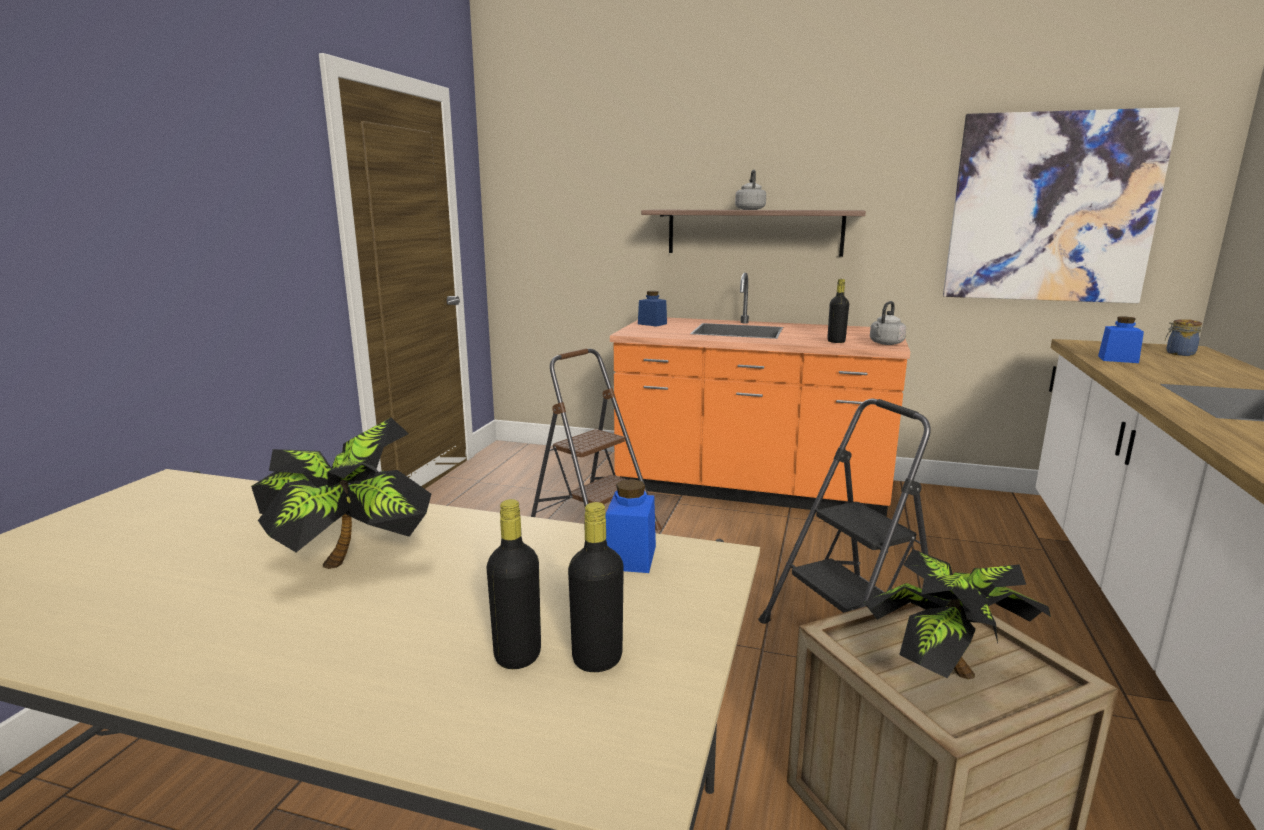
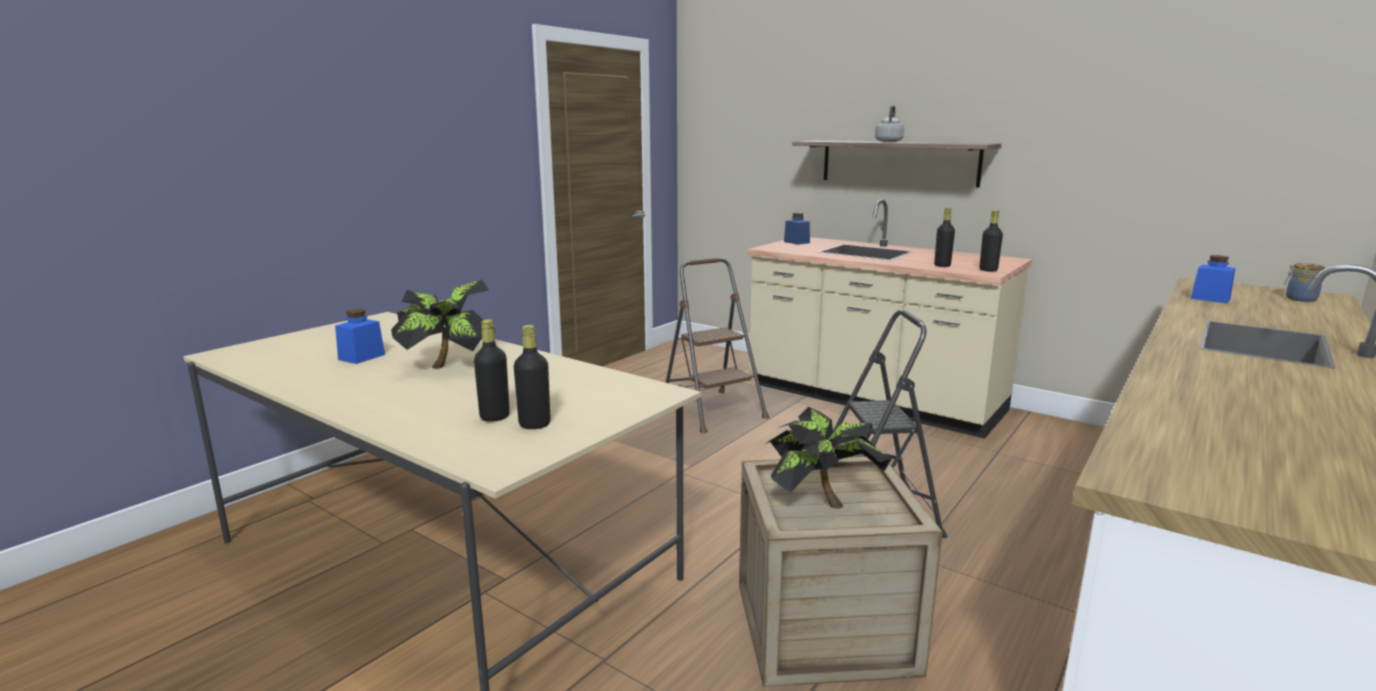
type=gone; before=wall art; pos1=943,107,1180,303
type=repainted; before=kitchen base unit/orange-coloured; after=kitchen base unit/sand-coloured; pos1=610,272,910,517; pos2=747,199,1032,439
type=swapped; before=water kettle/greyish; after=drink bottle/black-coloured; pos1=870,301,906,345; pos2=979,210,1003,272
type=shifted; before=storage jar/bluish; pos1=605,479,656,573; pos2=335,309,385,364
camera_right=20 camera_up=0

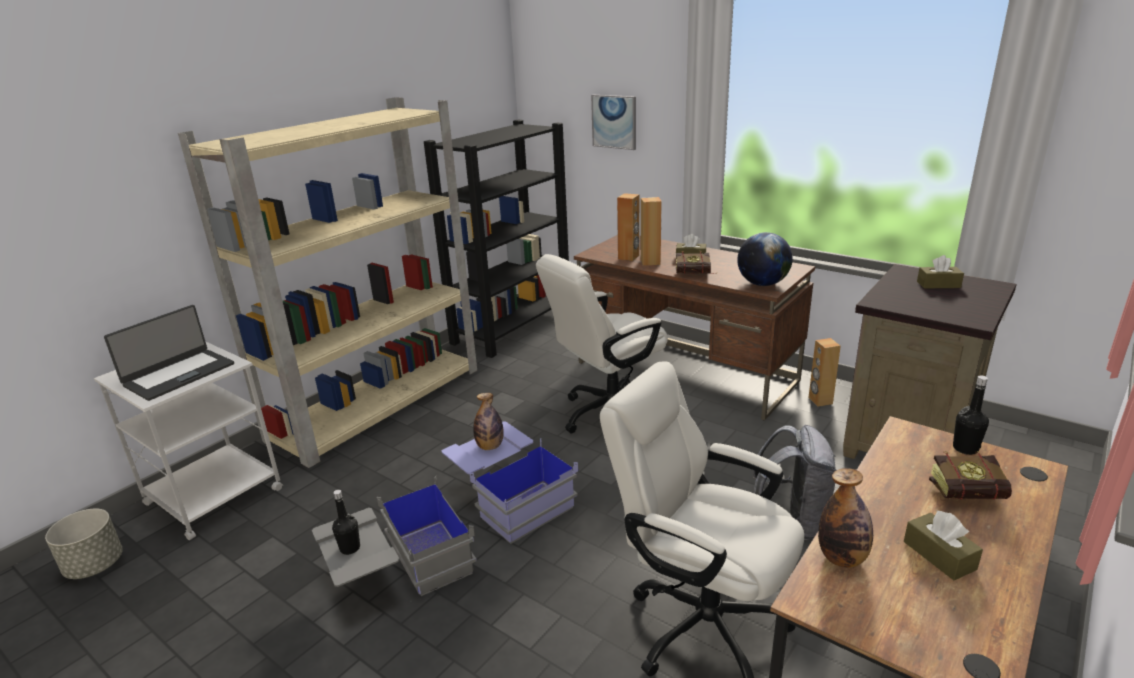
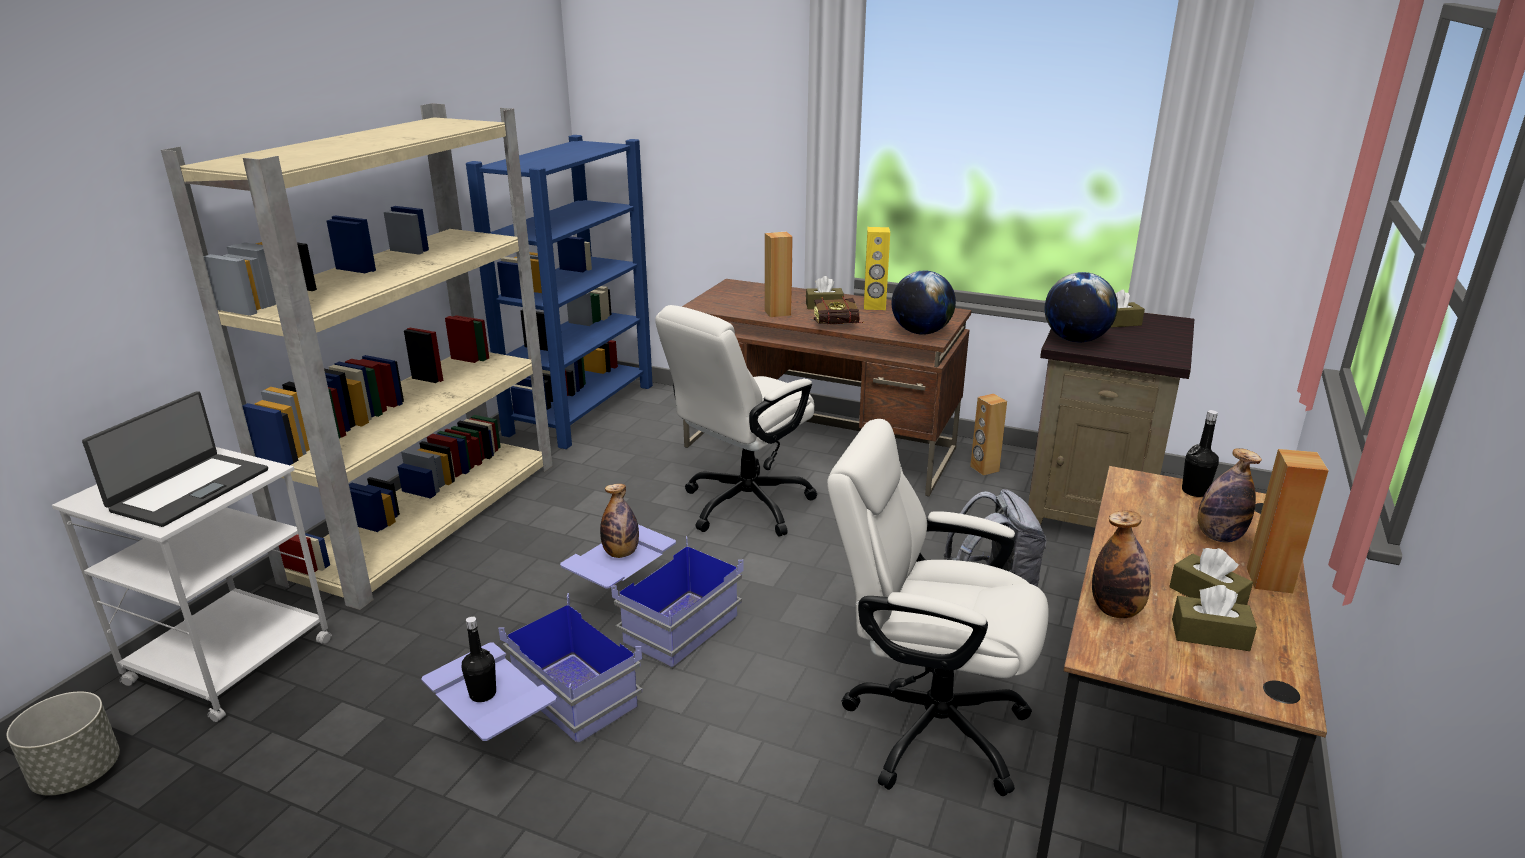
type=gone; before=wall art; pos1=591,95,636,150
type=repainted; before=shelving unit/black-coloured; after=shelving unit/bluish; pos1=424,120,569,358; pos2=466,135,653,449
type=shifted; before=speaker/brown-coloured; pos1=617,193,639,261; pos2=1247,449,1329,593
type=swapped; before=volume; after=drink bottle; pos1=929,451,1012,499; pos2=1198,448,1262,543
type=repainted; before=storage bin/greyish; after=storage bin/bluish; pos1=312,475,477,596; pos2=421,593,643,745
type=new; after=speaker/yellowish; pos2=864,227,890,310
type=new; after=world globe; pos2=1045,272,1118,342
type=new; after=tissue box/brown-coloured; pos2=1172,585,1257,651
camera_right=-15 camera_up=0

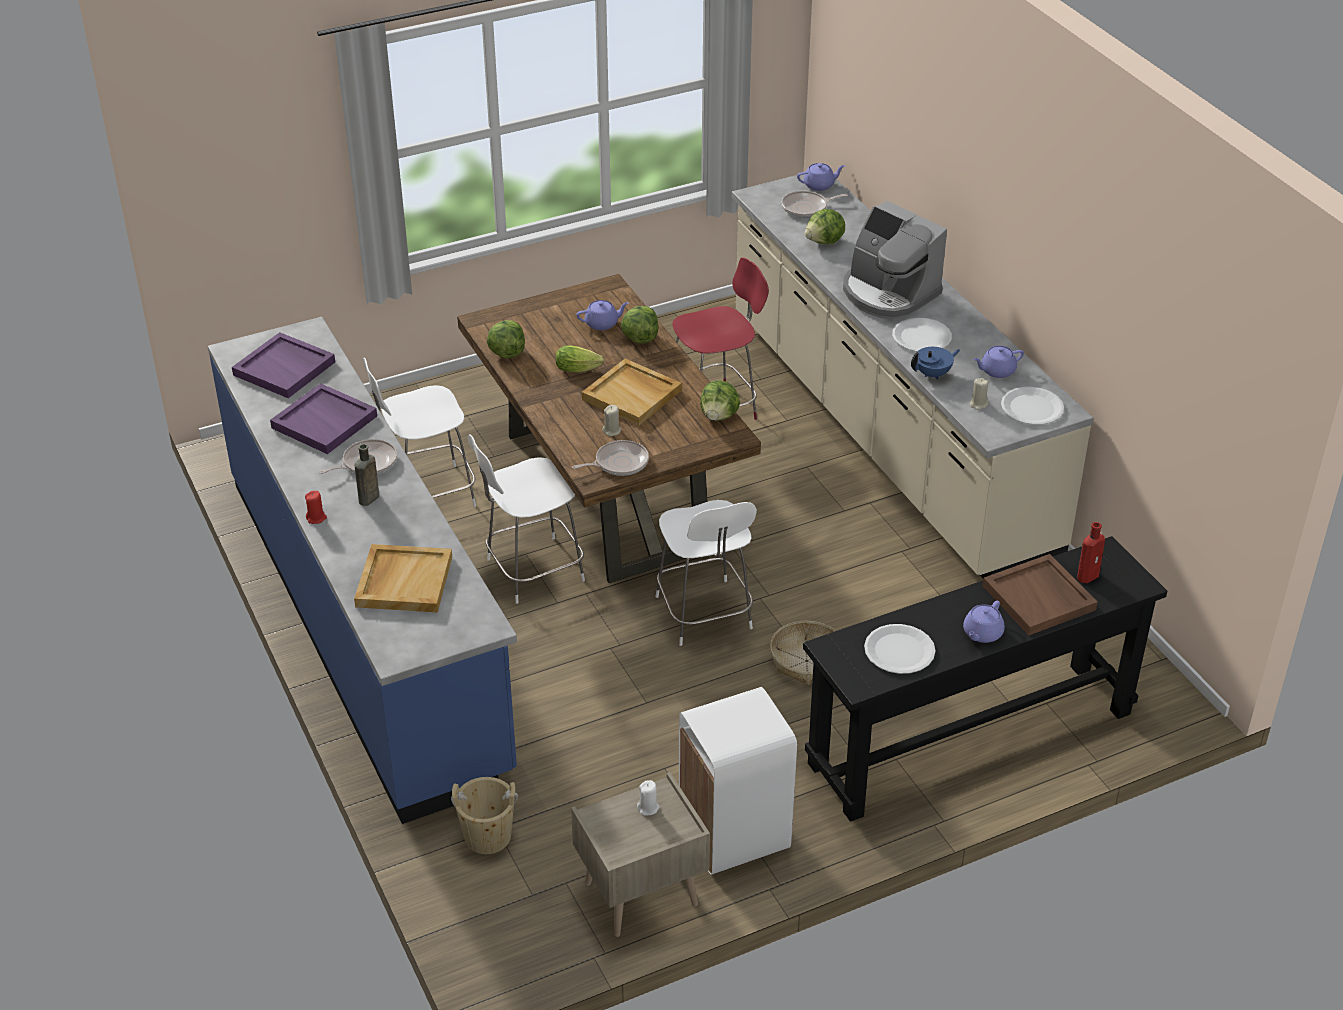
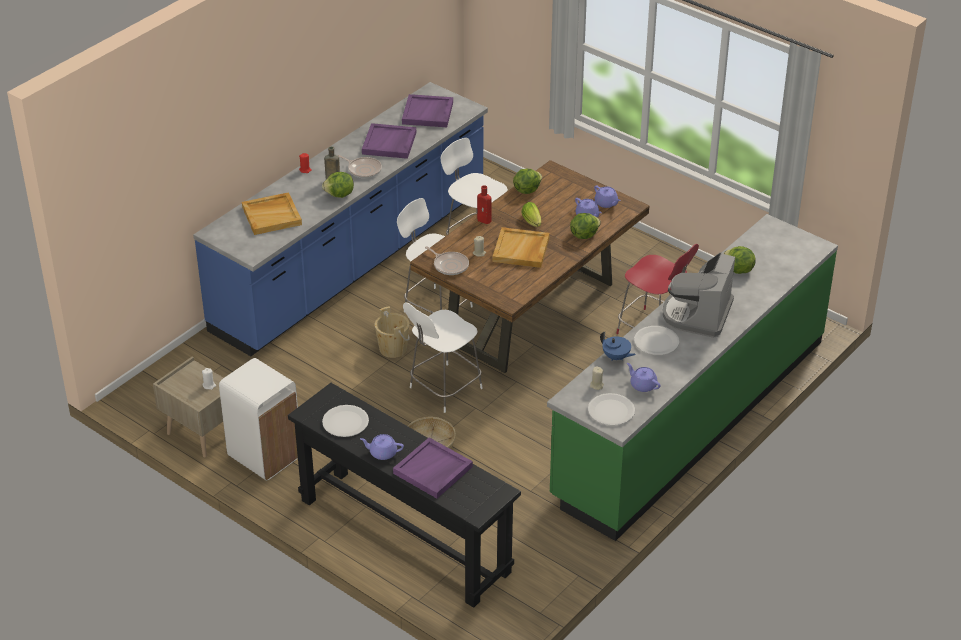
type=shifted; before=tea pot/purple; pos1=797,163,845,191; pos2=594,185,621,208
type=repainted; before=kitchen base unit/sand-coloured; after=kitchen base unit/green-coloured; pos1=732,174,1093,578; pos2=547,214,838,541
type=gone; before=skillet; pos1=782,191,848,218
type=shifted; before=lettuce; pos1=700,381,740,421; pos2=322,172,354,198
type=shifted; before=drink bottle/red-coloured; pos1=1077,522,1105,583; pos2=477,185,492,224
type=repainted; before=carrying tray/brown-coloured; after=carrying tray/purple; pos1=982,554,1098,635; pos2=393,438,473,498
type=shifted; before=pail/sand-coloured; pos1=451,777,518,854; pos2=375,306,410,358
camera_right=65 camera_up=0

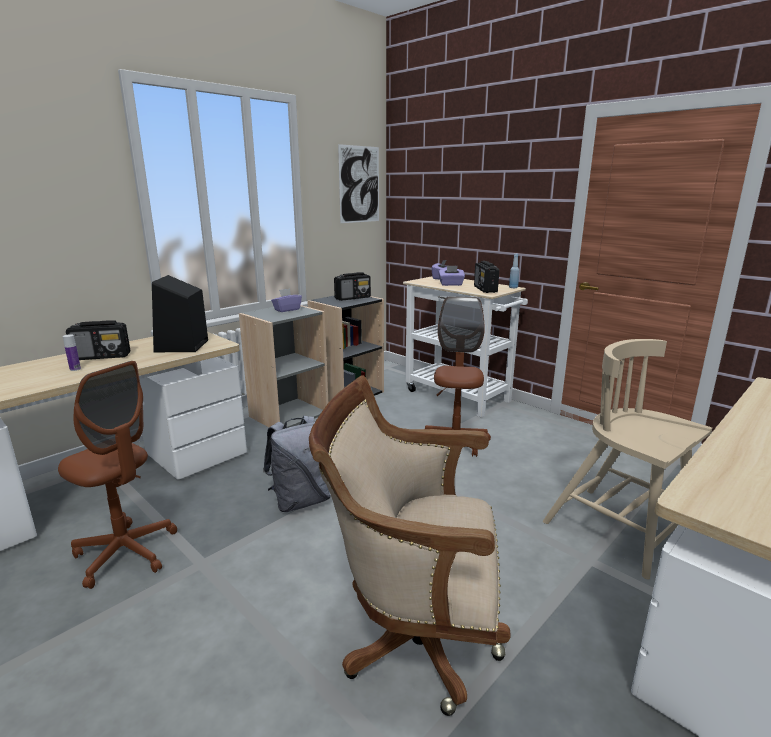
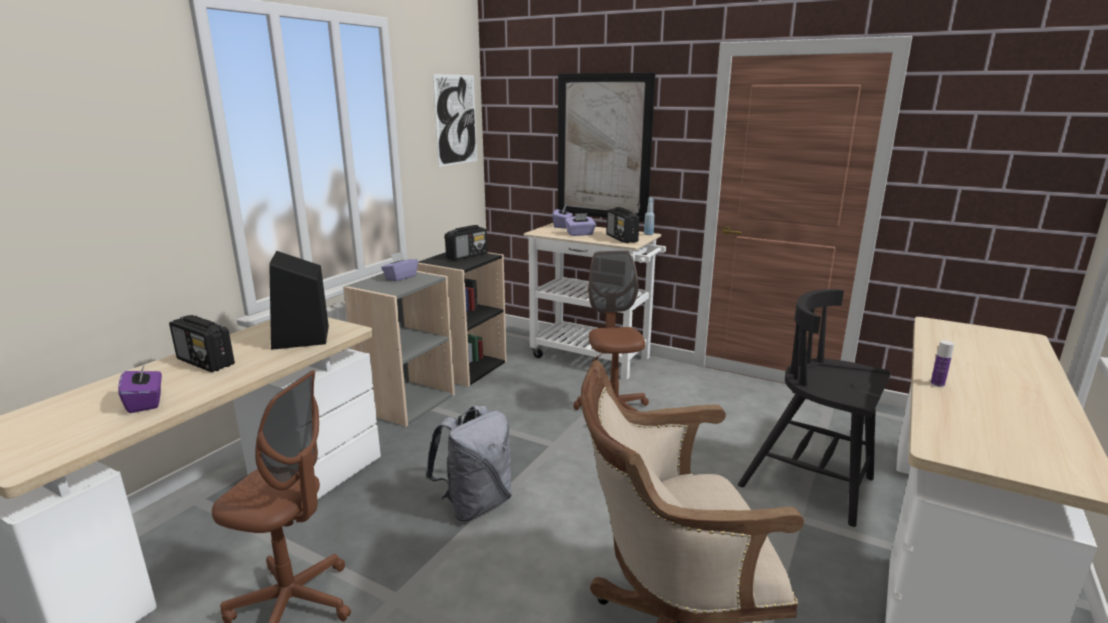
type=rotated; before=radio set; pos1=66,320,130,360; pos2=169,315,235,372; turn=60
type=shifted; before=drink bottle; pos1=63,334,81,371; pos2=930,340,954,387
type=repainted; before=upright chair/sand-coloured; after=upright chair/black-coloured; pos1=543,339,712,579; pos2=738,289,891,527
type=new; after=wall art; pos2=558,72,656,222
type=new; after=tissue box/purple; pos2=118,363,162,413
camera_right=-15 camera_up=0

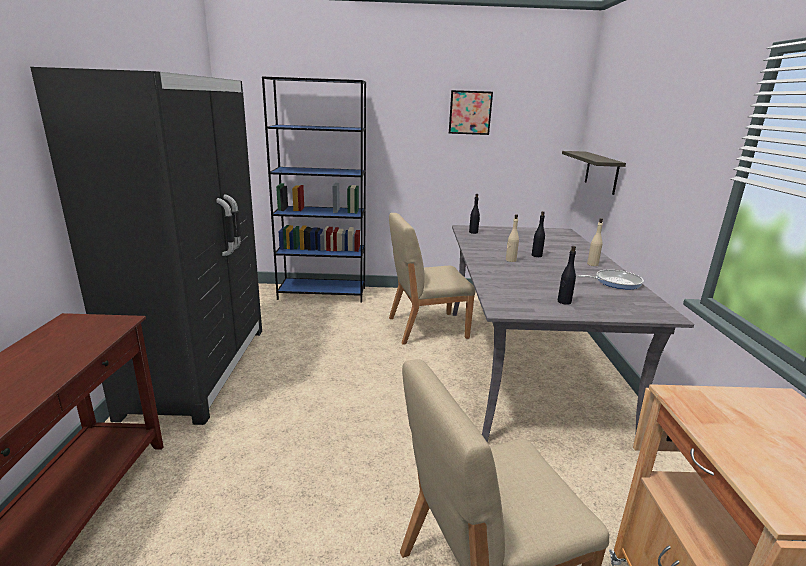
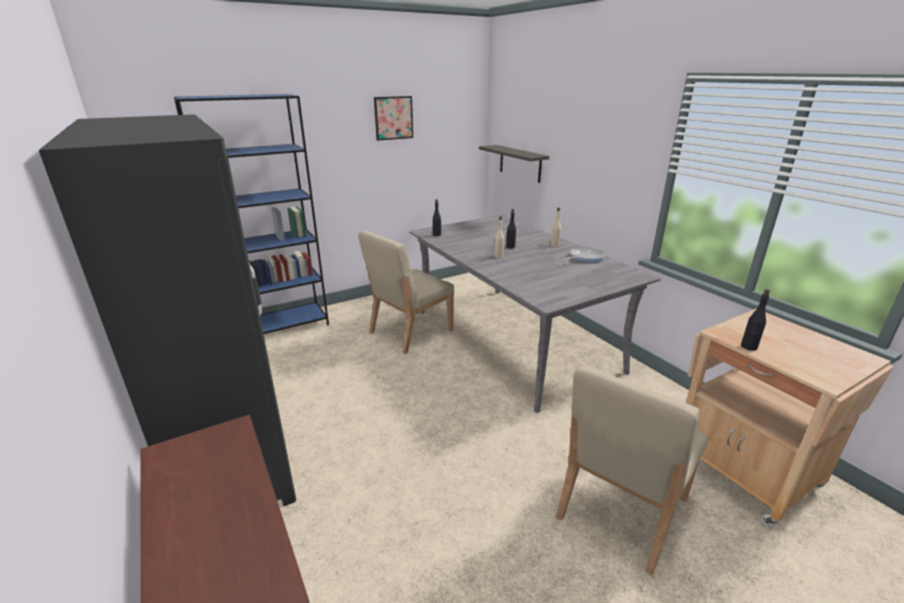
type=shifted; before=drink bottle/black-coloured; pos1=558,246,576,305; pos2=741,289,770,351
camera_right=-30 camera_up=5

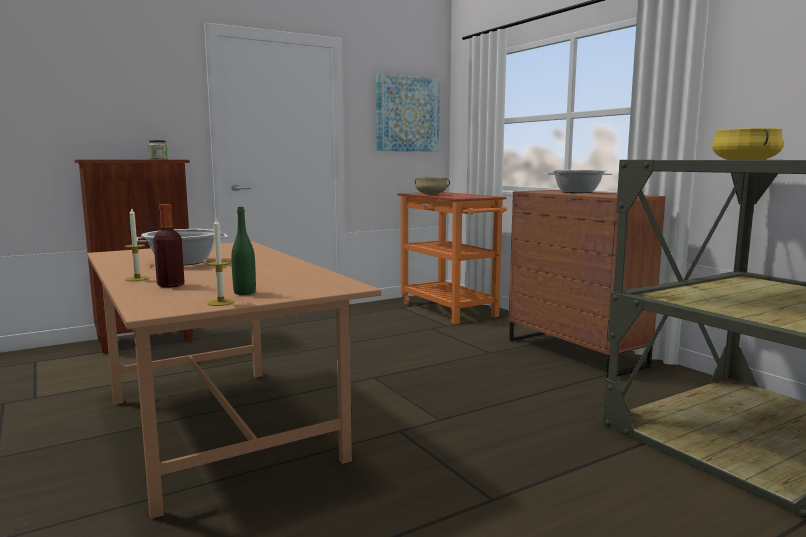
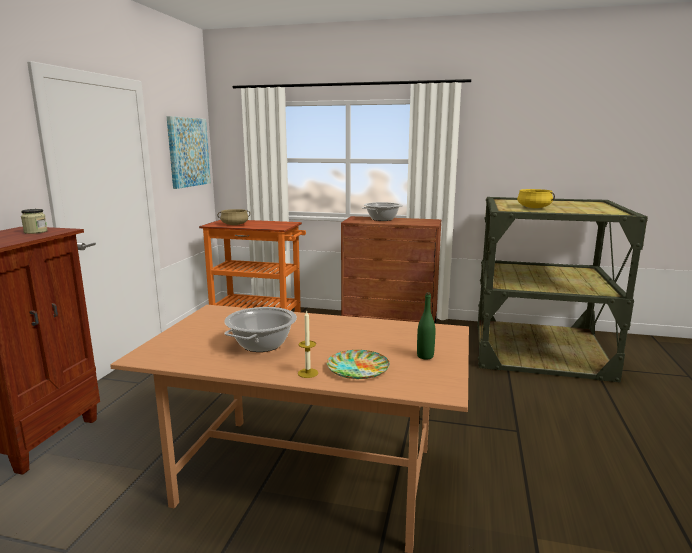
type=swapped; before=drink bottle; after=flat dish; pos1=153,204,185,288; pos2=327,350,390,379
type=gone; before=wax light; pos1=207,218,235,306
camera_right=-45 camera_up=5

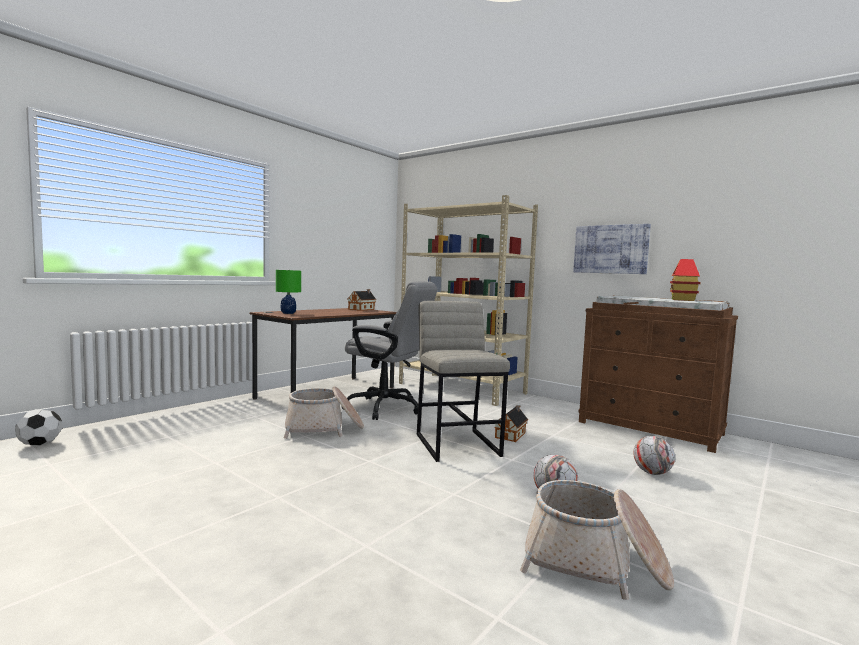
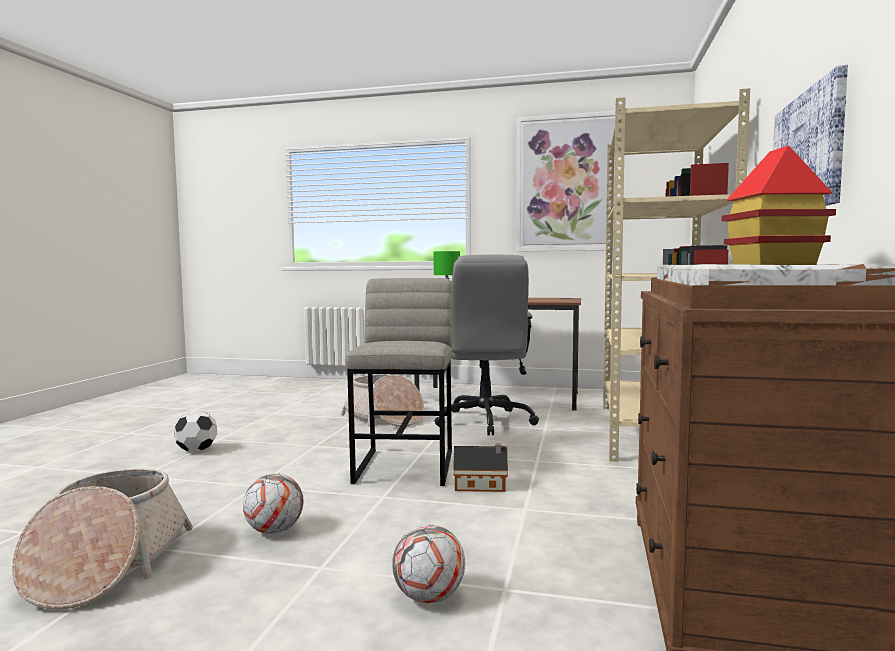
type=gone; before=miniature house; pos1=348,289,376,311
type=rotated; before=upright chair/greyish; pos1=417,301,510,462; pos2=345,278,453,486; turn=-45
type=shifted; before=football; pos1=15,409,63,446; pos2=174,411,217,452
type=new; after=wall art; pos2=516,111,621,252
camera_right=65 camera_up=0

